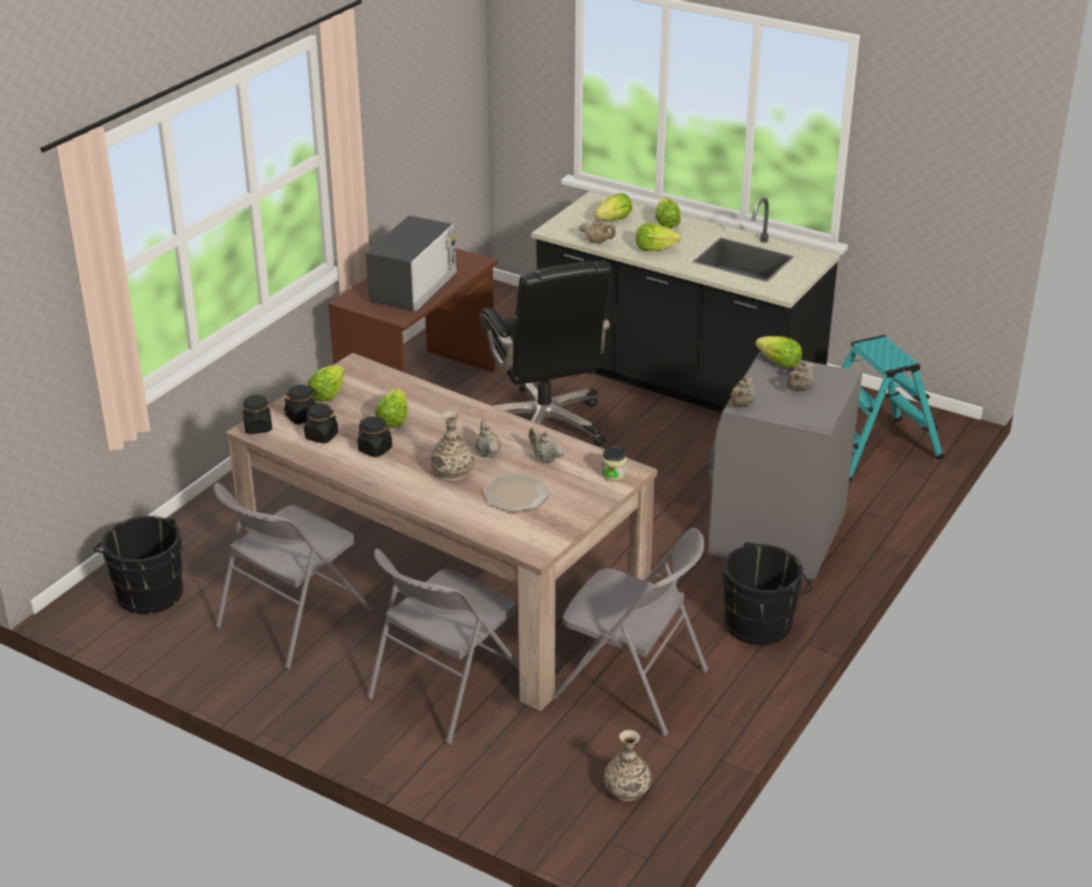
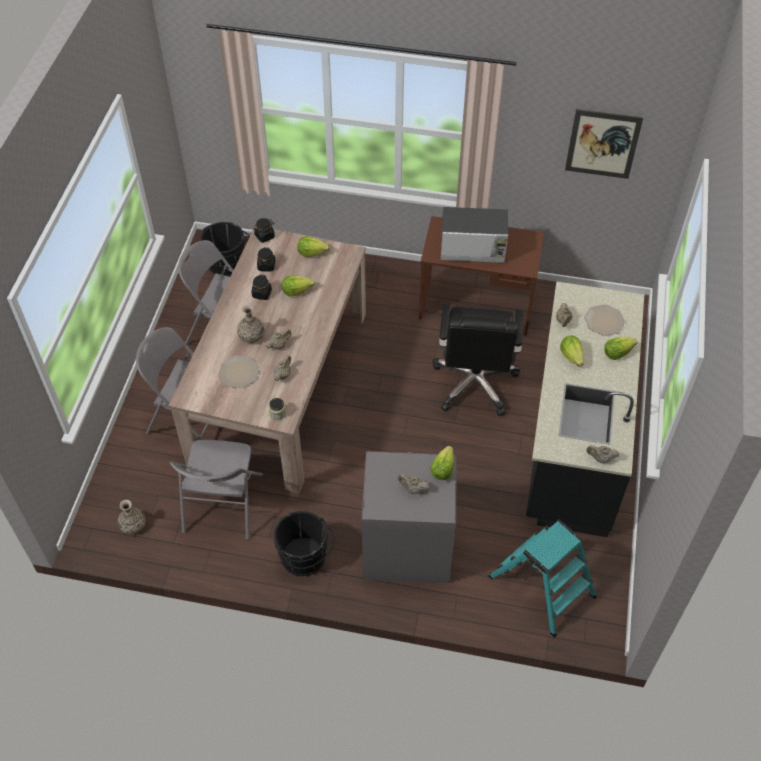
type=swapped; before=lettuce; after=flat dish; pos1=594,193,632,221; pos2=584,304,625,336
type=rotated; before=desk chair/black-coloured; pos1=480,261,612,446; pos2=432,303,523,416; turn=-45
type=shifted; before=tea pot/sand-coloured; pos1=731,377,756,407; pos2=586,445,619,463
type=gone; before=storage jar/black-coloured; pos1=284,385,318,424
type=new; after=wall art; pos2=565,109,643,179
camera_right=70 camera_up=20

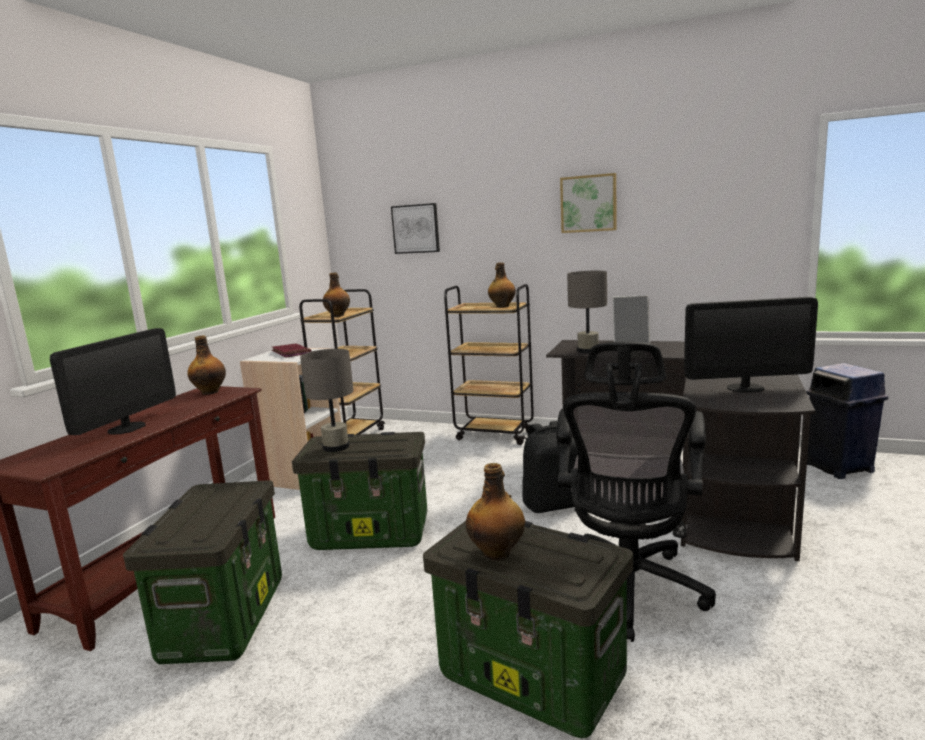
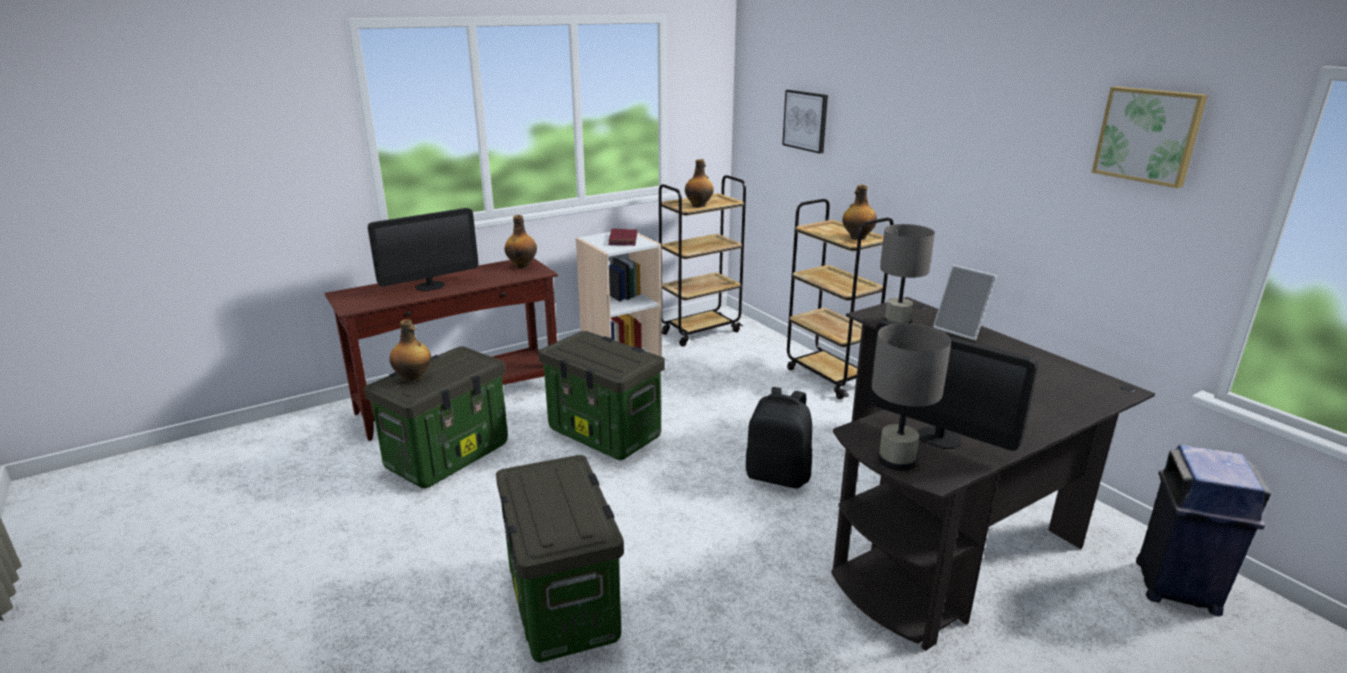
type=shifted; before=wall art; pos1=560,173,617,233; pos2=1092,87,1208,188
type=gone; before=desk chair; pos1=556,342,716,642
type=shifted; before=lamp for a table/greyish; pos1=300,349,353,452; pos2=872,323,951,471
type=shifted; before=drink bottle; pos1=466,463,525,561; pos2=390,319,431,382
camera_right=35 camera_up=10

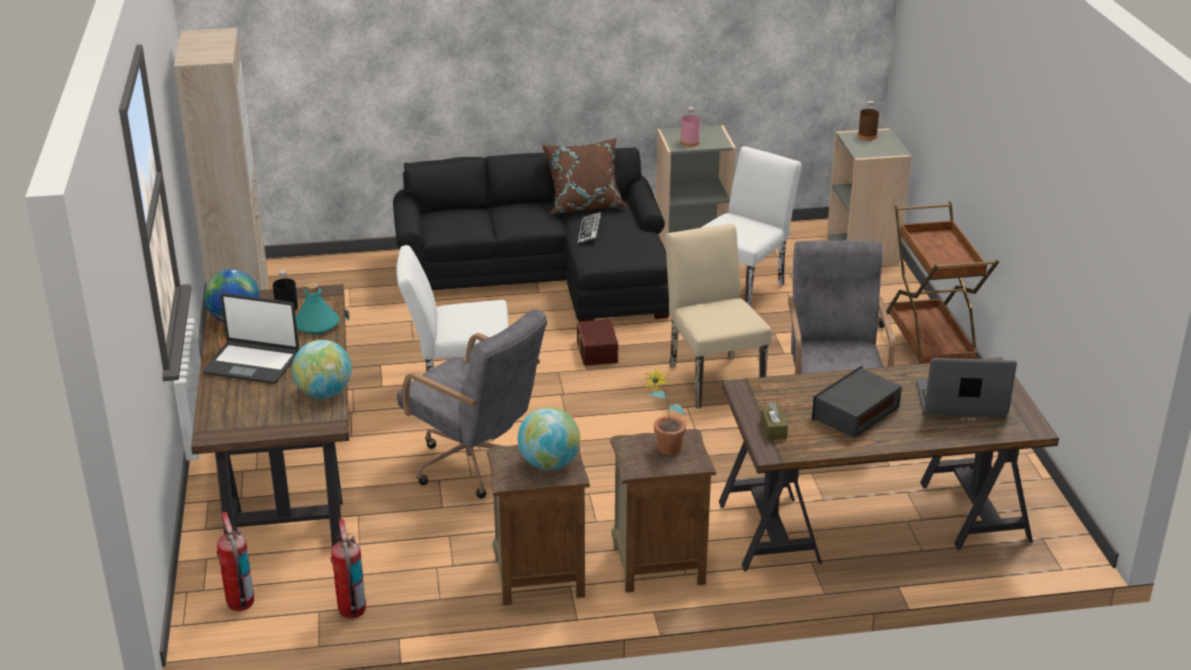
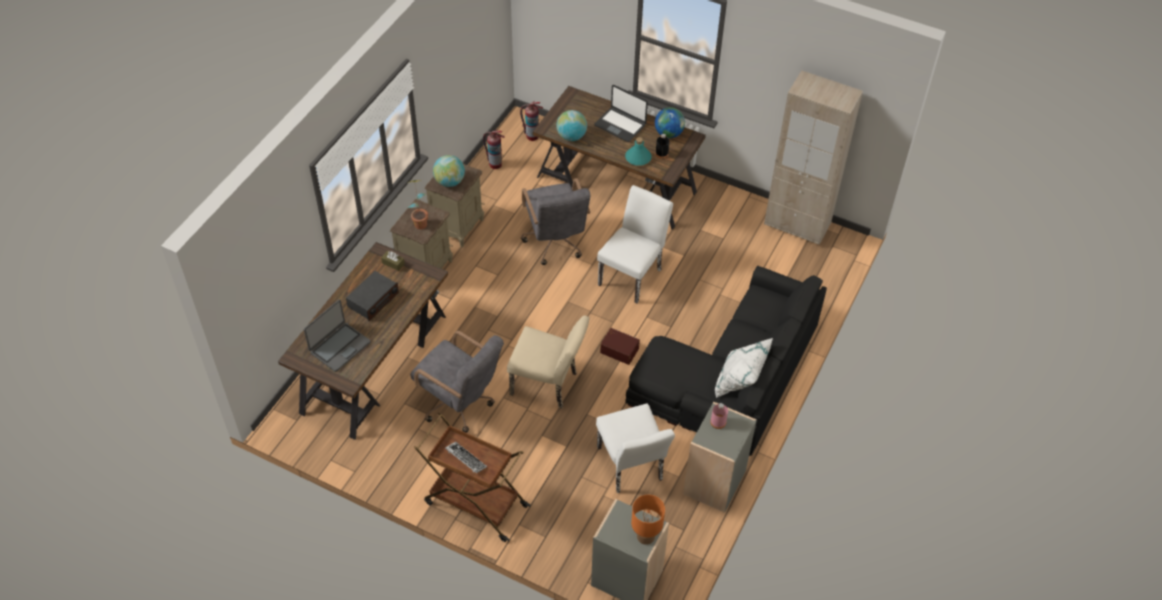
type=swapped; before=drink bottle/brown-coloured; after=lamp for a table/orange-coloured; pos1=858,101,879,140; pos2=631,495,665,545
type=repainted; before=pillow/brown-coloured; after=pillow/white-coloured; pos1=542,138,628,214; pos2=715,338,773,398
type=shifted; before=PC keyboard; pos1=578,212,601,243; pos2=445,442,487,474
type=rotated; before=portable computer; pos1=203,293,299,384; pos2=594,85,648,142; turn=-105
type=rotated; before=desk chair/greyish; pos1=397,309,547,499; pos2=521,178,590,265; turn=-90
type=rotated; before=radio set; pos1=812,365,902,438; pos2=346,271,399,321; turn=45
camera_right=125 camera_up=20

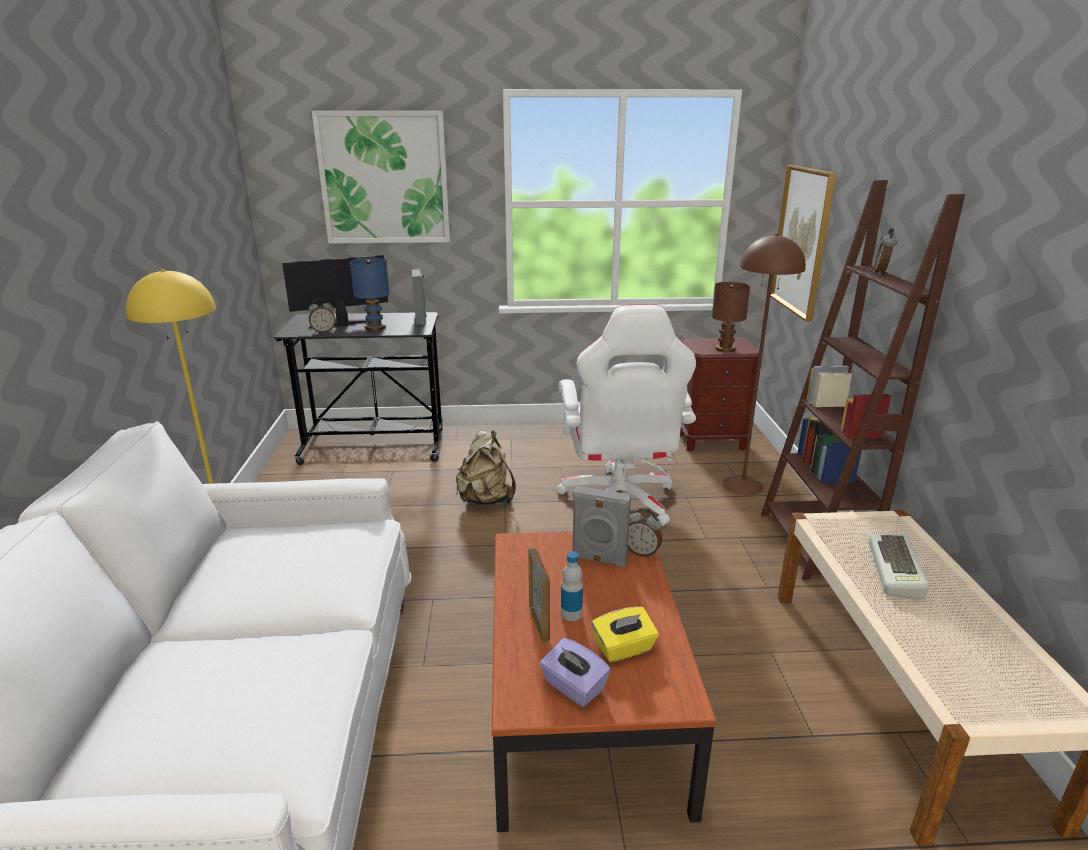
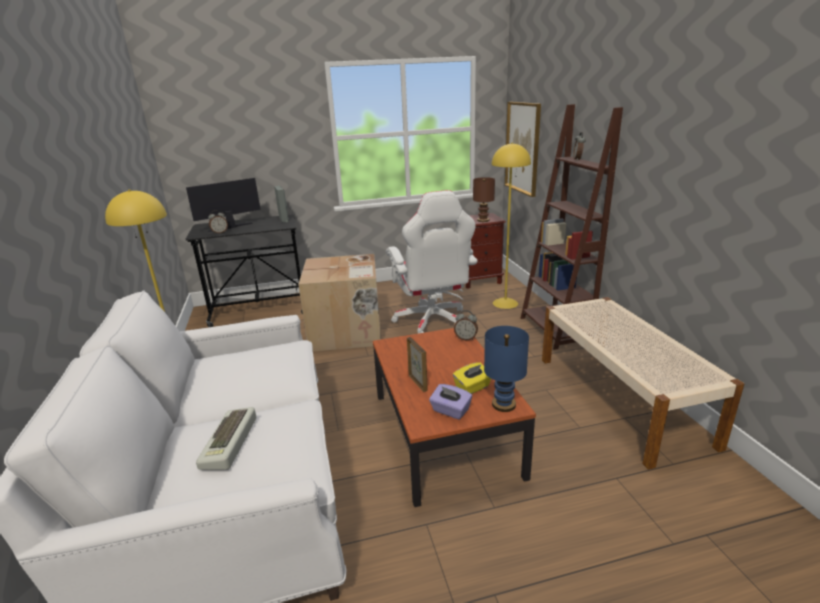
type=gone; before=wall art; pos1=312,111,450,244
type=repainted; before=standard lamp/brown-coloured; after=standard lamp/yellowish; pos1=722,234,806,496; pos2=492,143,531,309
type=shifted; before=lamp for a table/bluish; pos1=350,258,390,331; pos2=484,326,529,412
type=swapped; before=backpack/sand-coloured; after=cardboard box; pos1=456,431,516,505; pos2=298,254,381,351
type=gone; before=speaker/greyish; pos1=572,486,631,567
type=shifted; before=PC keyboard; pos1=869,534,929,600; pos2=196,407,256,470
type=gone; before=drink bottle; pos1=561,551,583,621
camera_right=-10 camera_up=0

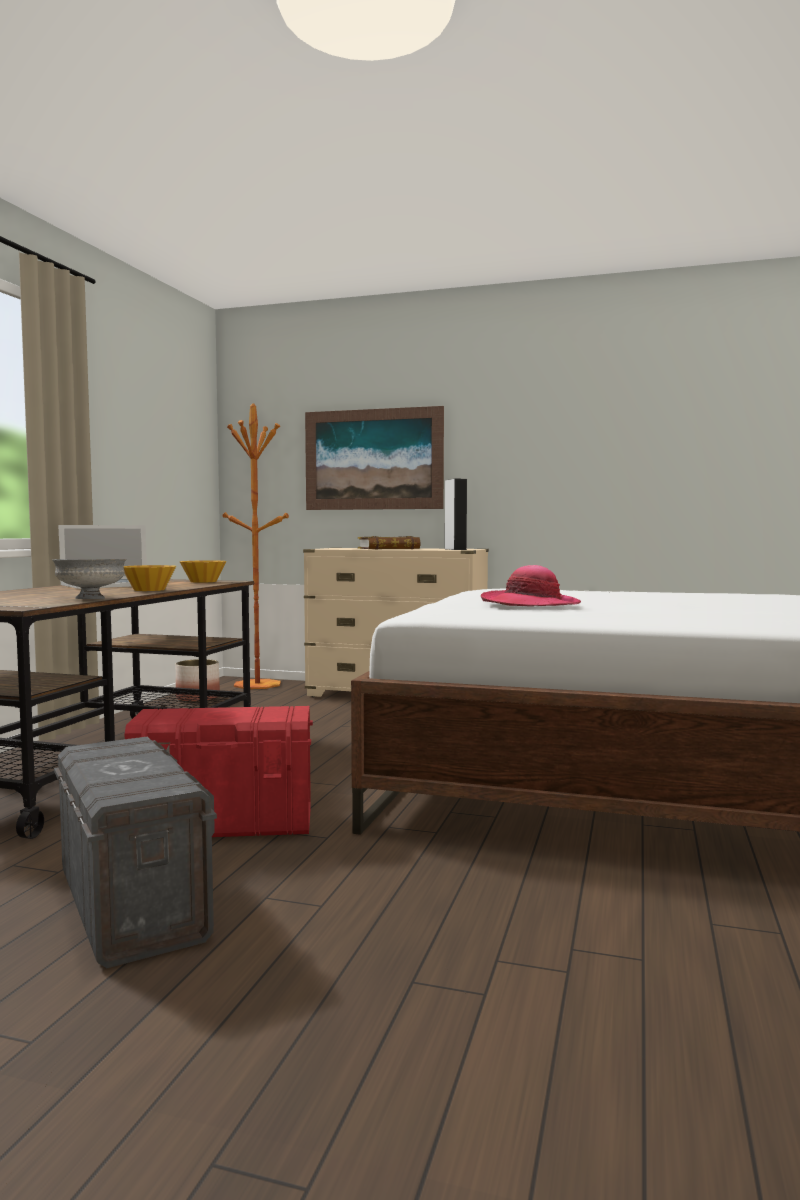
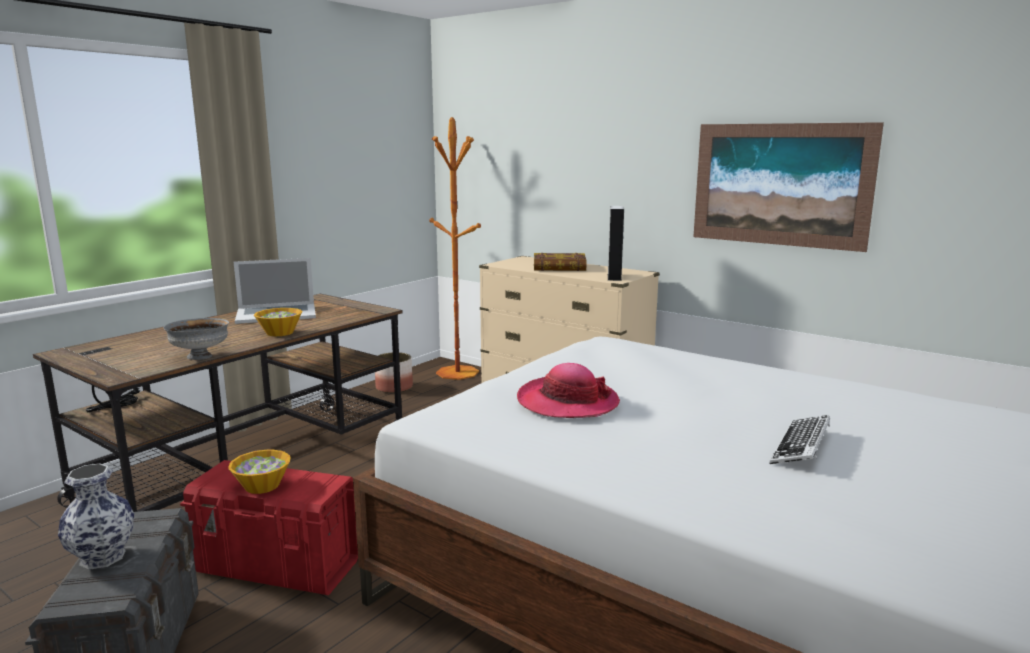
type=shifted; before=wall art; pos1=305,406,444,510; pos2=693,122,884,252
type=shifted; before=serving bowl; pos1=180,560,226,583; pos2=228,449,291,494
type=new; after=PC keyboard; pos2=770,415,830,464
type=new; after=decorative vase; pos2=58,464,134,570
camera_right=20 camera_up=10

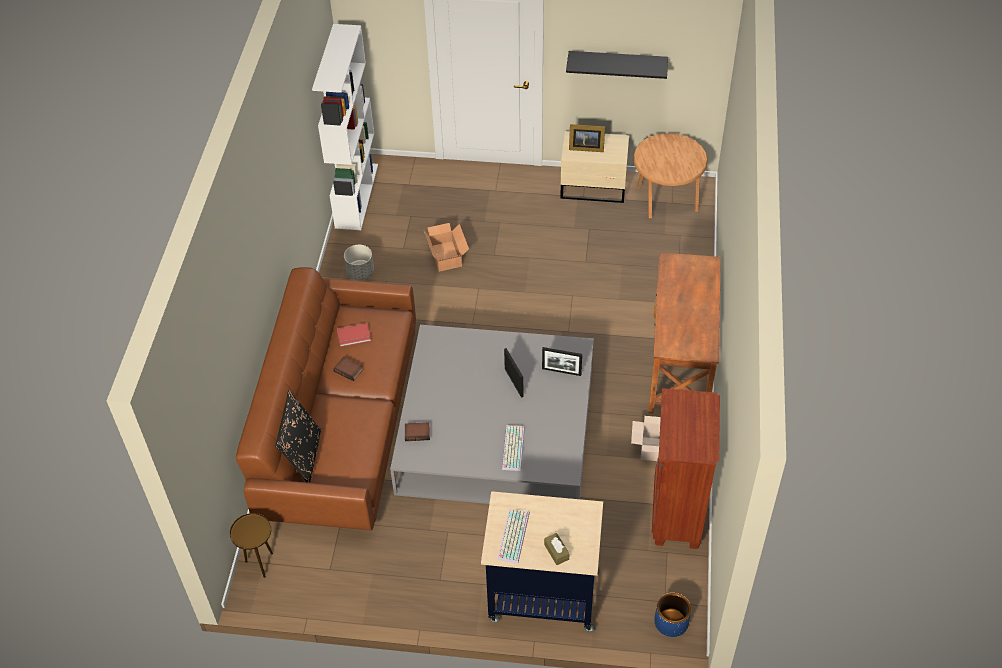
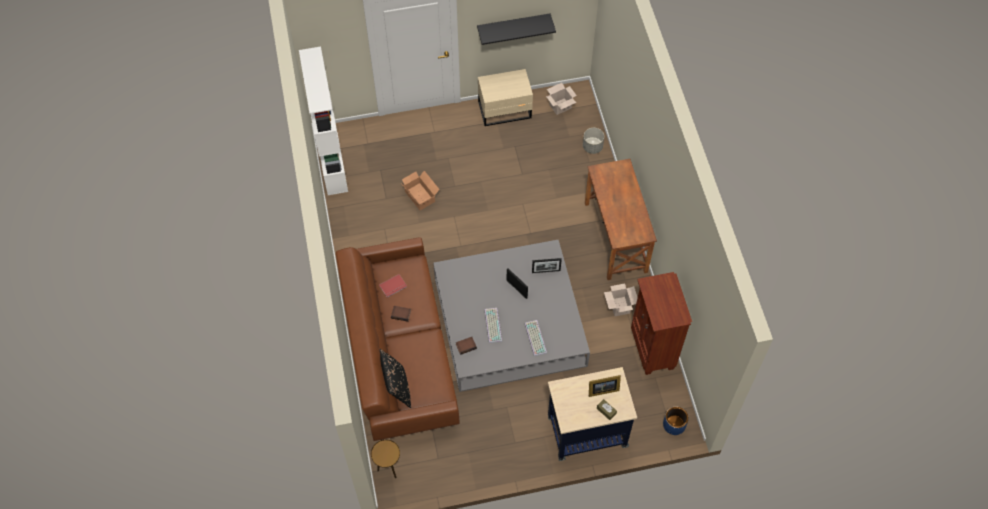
type=shifted; before=photo frame; pos1=569,124,605,152; pos2=589,375,621,397
type=swapped; before=end table/brown-coloured; after=cardboard box; pos1=633,133,708,219; pos2=546,83,577,115
type=shifted; before=plant pot/greyish; pos1=344,245,374,280; pos2=583,128,604,154
type=shifted; before=PC keyboard; pos1=497,508,530,564; pos2=485,308,502,343
camera_right=-20 camera_up=10

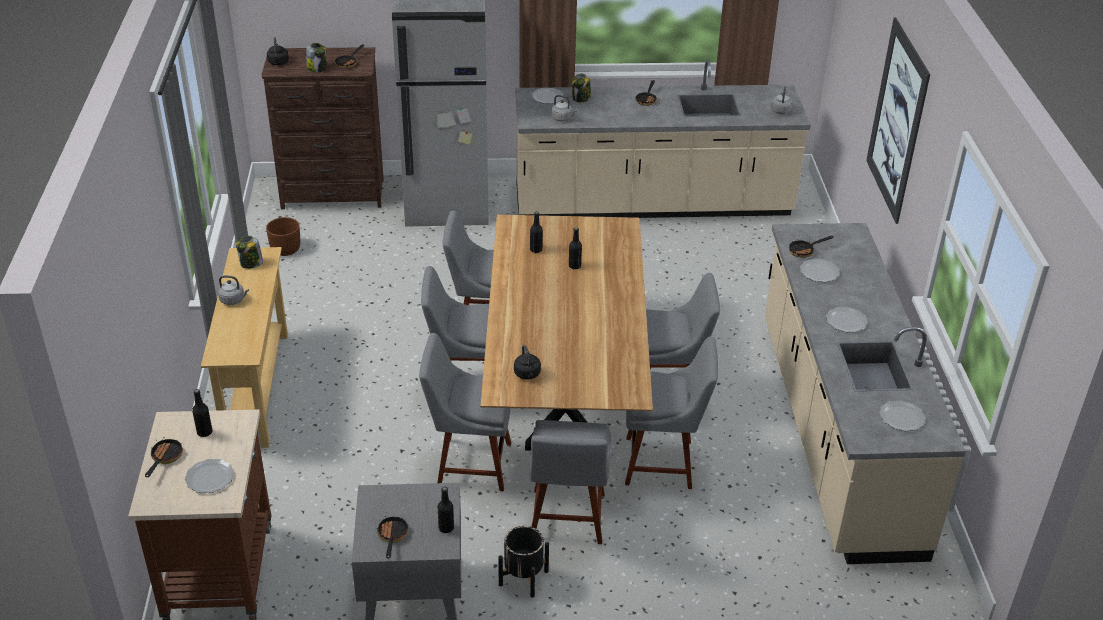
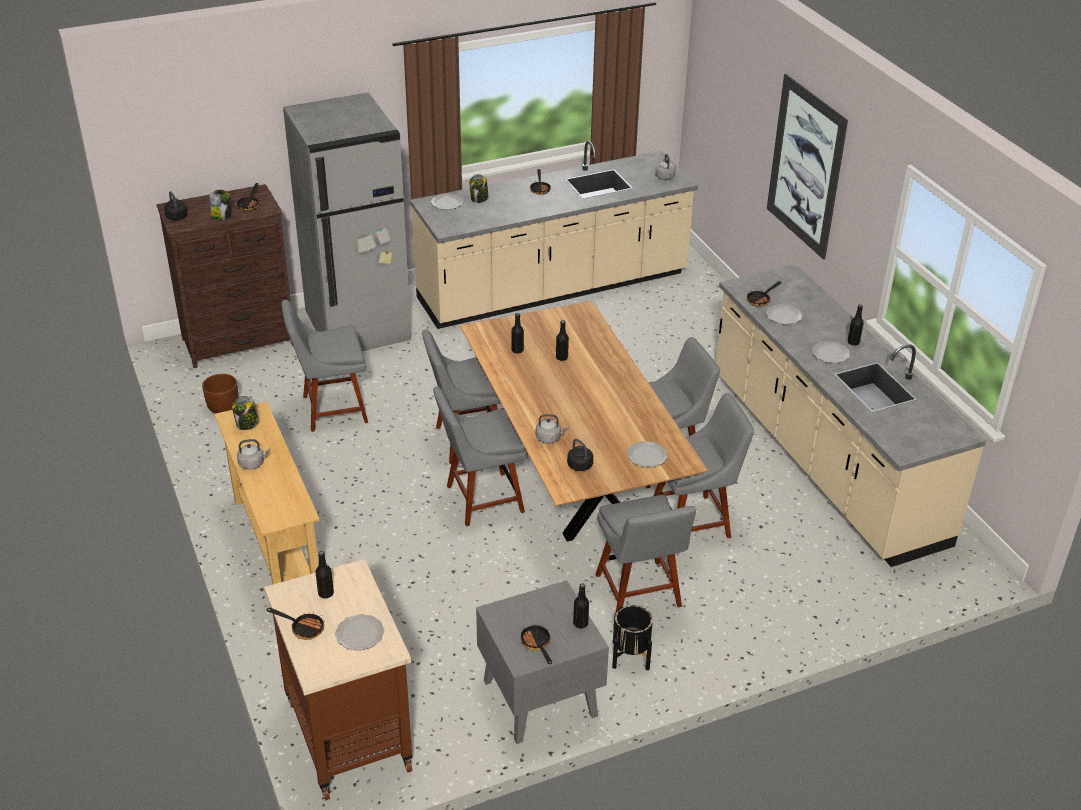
type=shifted; before=water kettle/greyish; pos1=551,95,577,121; pos2=536,414,568,444
type=shifted; before=upright chair/greyish; pos1=419,333,511,492; pos2=282,300,368,432
type=shifted; before=flat dish; pos1=880,400,926,431; pos2=627,441,668,467
type=rotated; before=skillet; pos1=145,437,183,477; pos2=267,608,324,640; turn=120
type=new; after=drink bottle/black-coloured; pos2=848,304,864,345
camera_right=-20 camera_up=0

